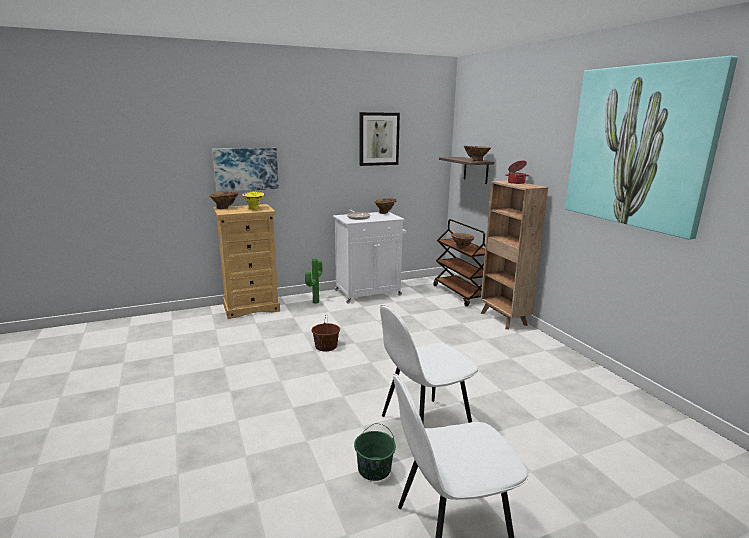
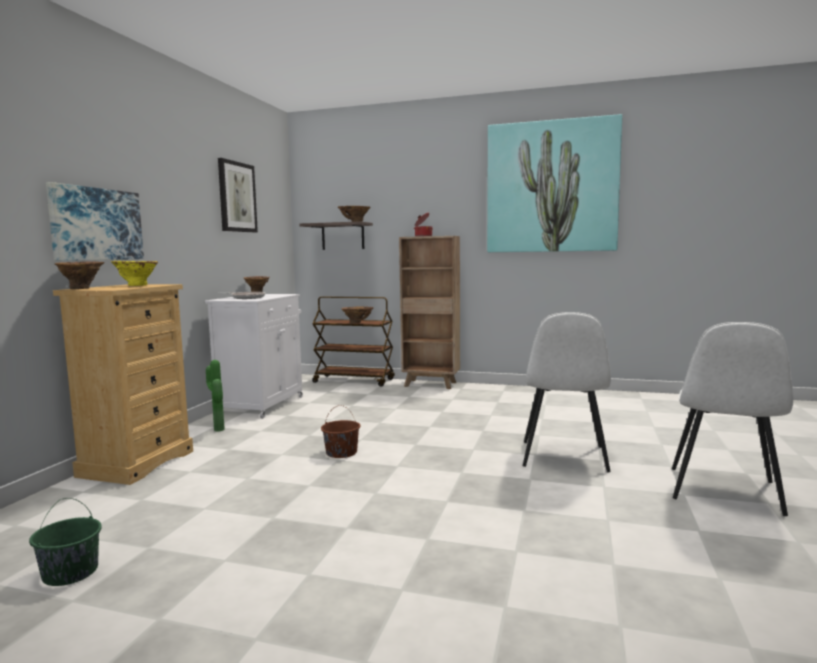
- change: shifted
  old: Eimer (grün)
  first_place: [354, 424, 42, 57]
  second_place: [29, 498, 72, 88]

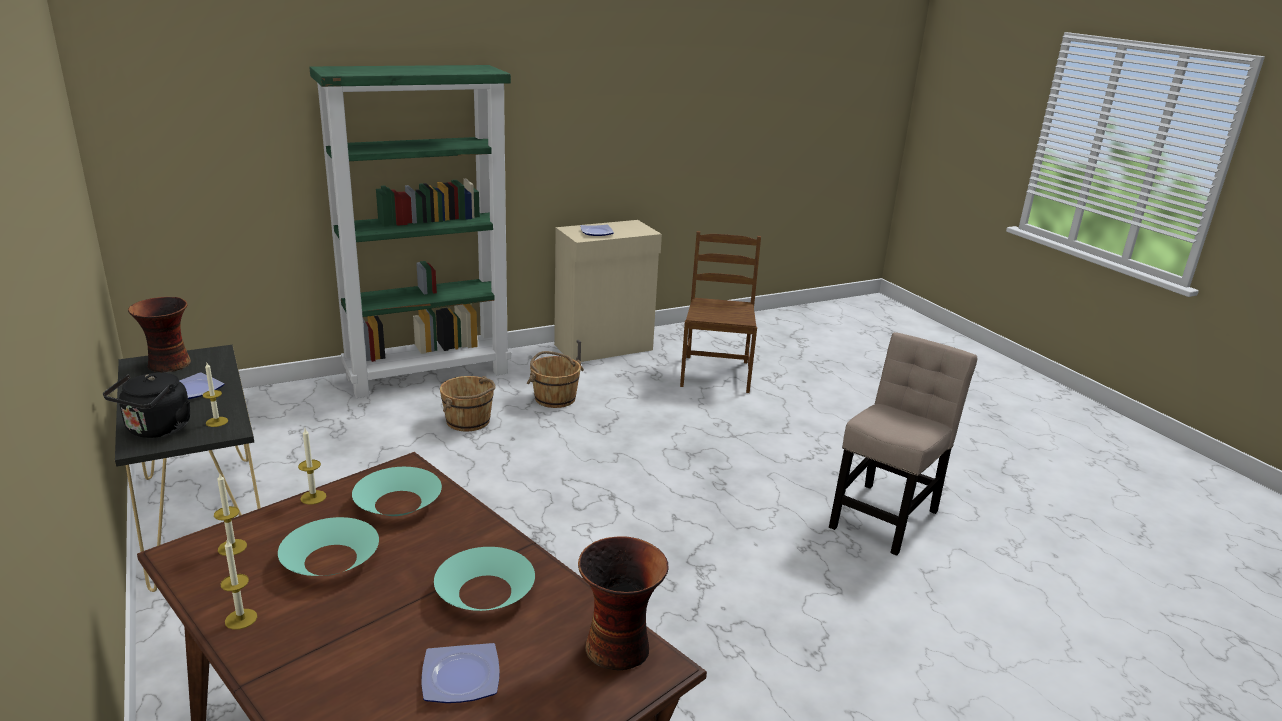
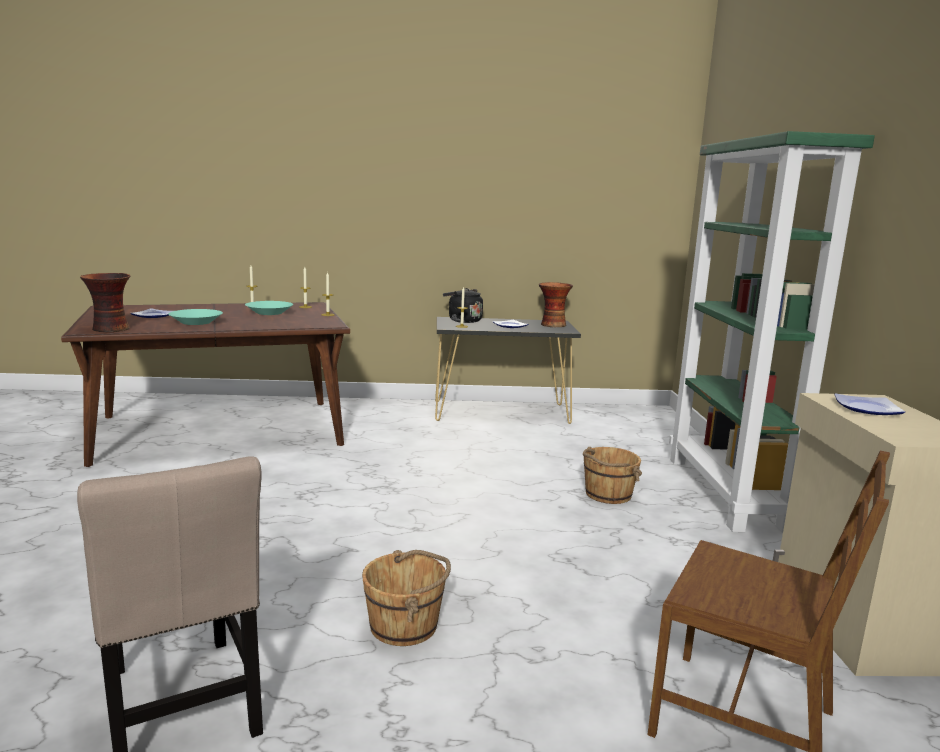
- change: shifted
  old: Eimer (braun)
  first_place: [527, 351, 57, 57]
  second_place: [362, 550, 89, 96]
- change: gone
  old: Schüssel (türkis)
  first_place: [352, 467, 90, 49]

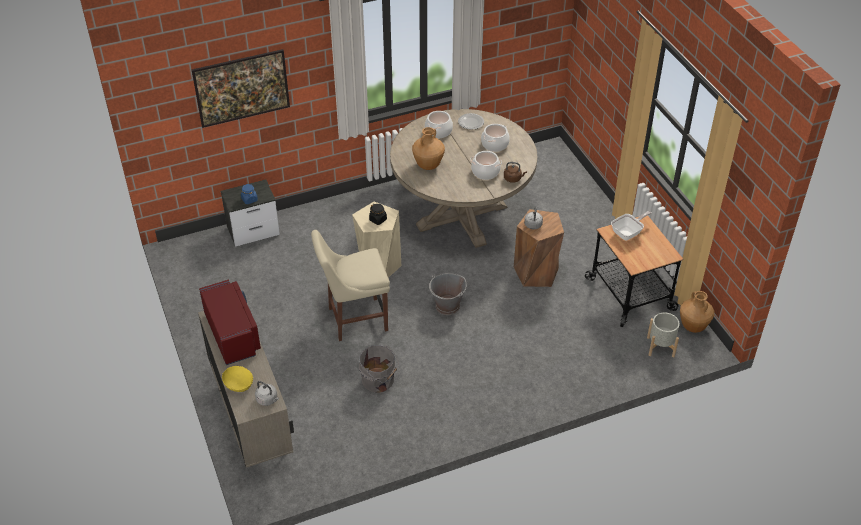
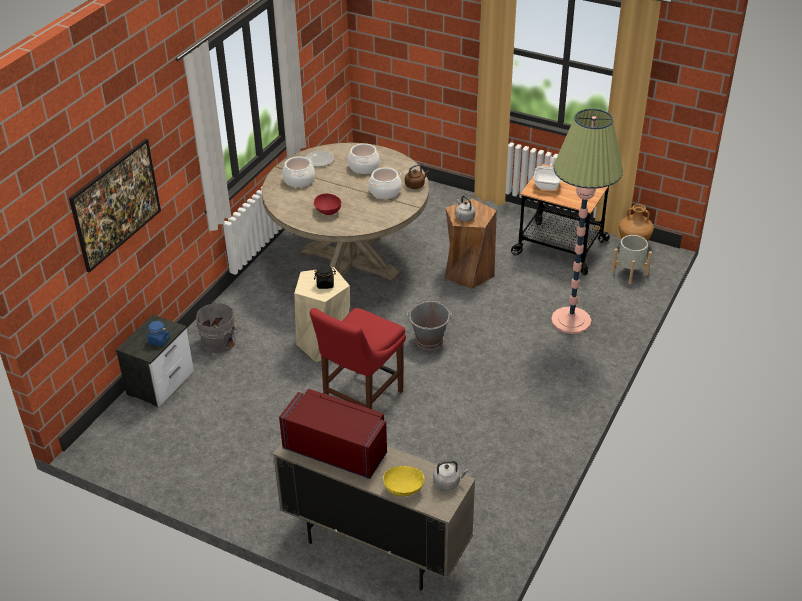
- change: swapped
  old: Vase (braun)
  new: Schüssel (rot)
  first_place: [412, 127, 33, 43]
  second_place: [314, 193, 27, 22]
- change: repainted
  old: Stuhl (beige)
  new: Stuhl (rot)
  first_place: [311, 230, 79, 111]
  second_place: [310, 308, 96, 101]
- change: shifted
  old: Eimer (grau)
  first_place: [359, 345, 40, 48]
  second_place: [196, 302, 40, 51]
- change: new
  new: Stehlampe
  second_place: [551, 109, 72, 225]

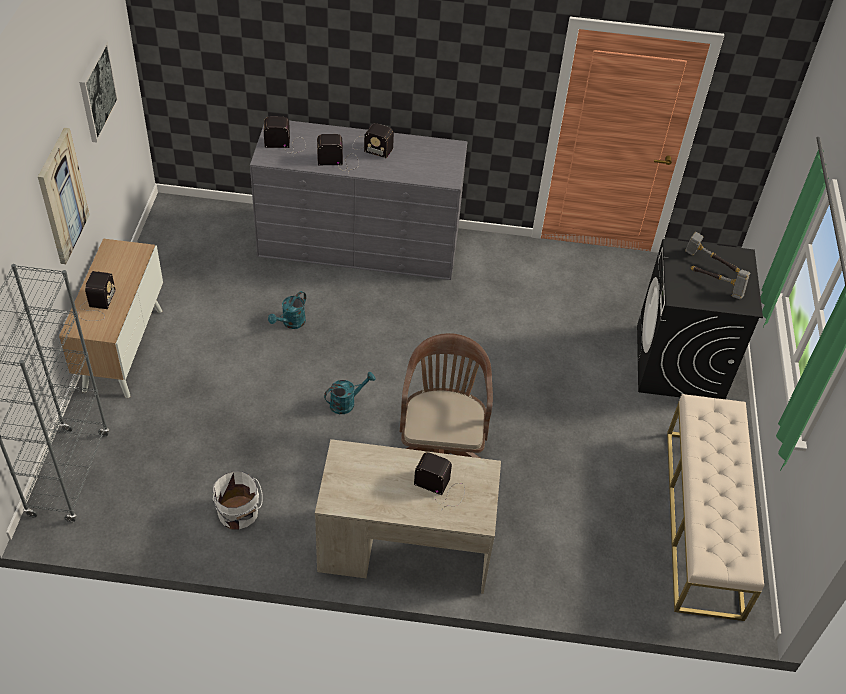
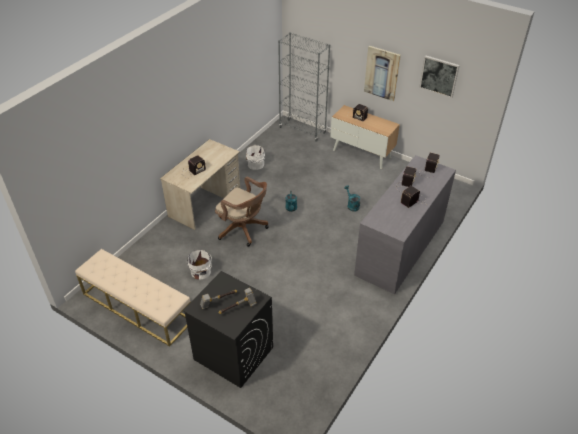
- change: new
  new: Eimer (weiß)
  second_place: [187, 250, 25, 30]

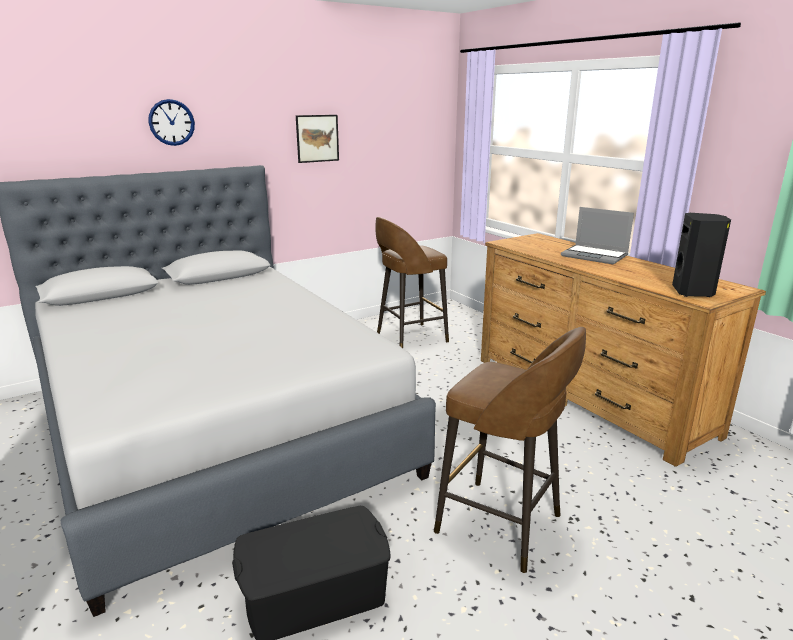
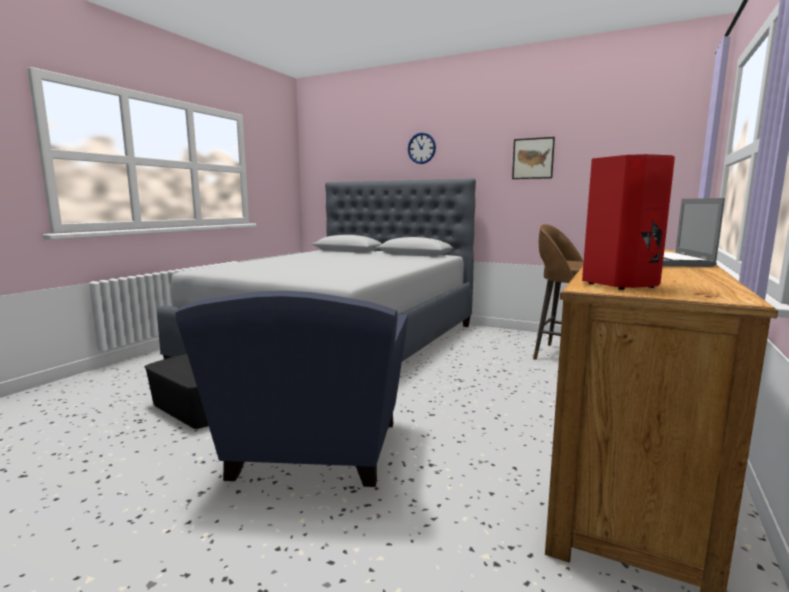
- change: repainted
  old: Lautsprecher (schwarz)
  new: Lautsprecher (rot)
  first_place: [672, 213, 59, 84]
  second_place: [582, 154, 93, 136]
- change: swapped
  old: Hocker (braun)
  new: Sessel (blau)
  first_place: [434, 327, 152, 246]
  second_place: [175, 291, 233, 196]

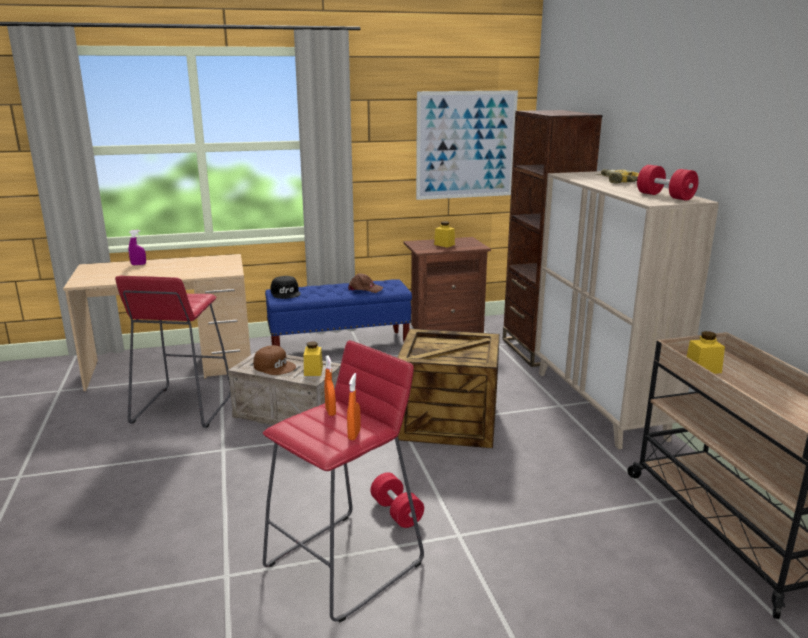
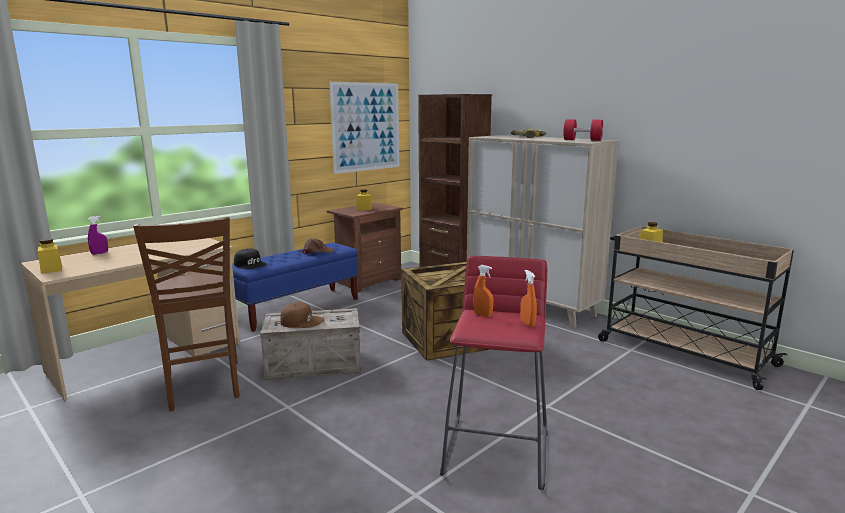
- change: swapped
  old: Hocker (rot)
  new: Stuhl (braun)
  first_place: [115, 276, 116, 152]
  second_place: [133, 217, 107, 194]
- change: shifted
  old: Vorratsglas (gelb)
  first_place: [304, 341, 19, 35]
  second_place: [38, 238, 24, 36]
- change: gone
  old: Hantel (rot)
  first_place: [370, 472, 54, 56]

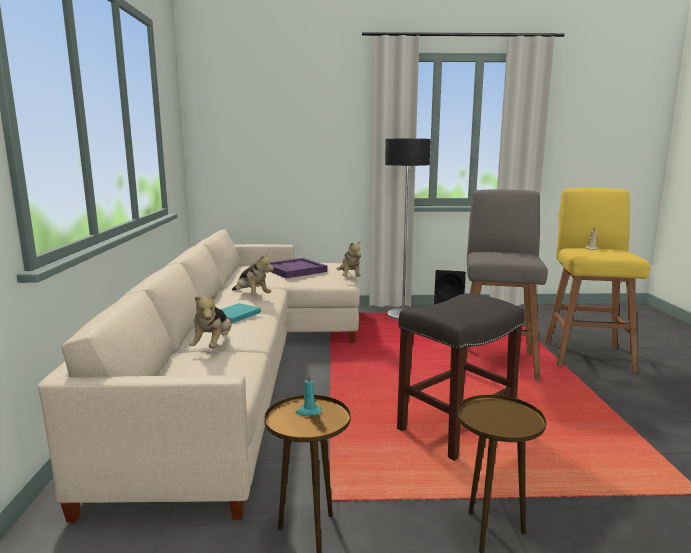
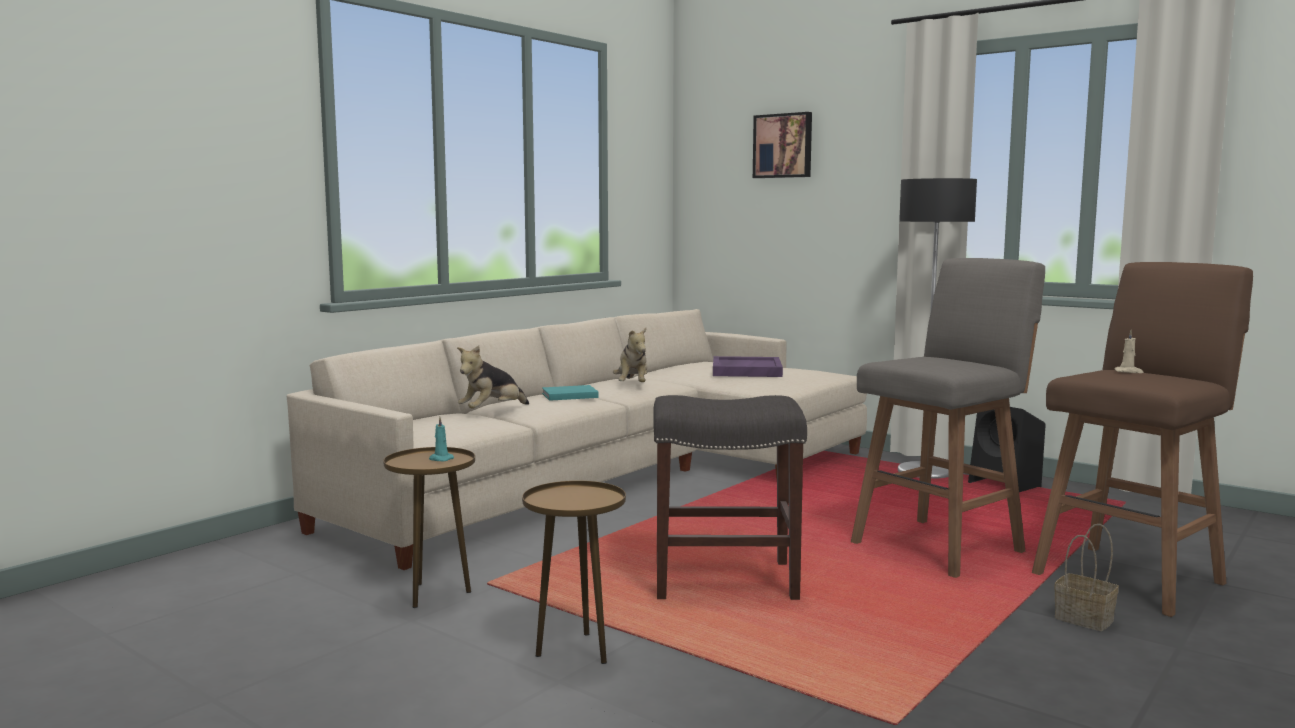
- change: repainted
  old: Hocker (gelb)
  new: Hocker (braun)
  first_place: [545, 188, 105, 185]
  second_place: [1032, 262, 221, 355]
- change: gone
  old: Plüschtier
  first_place: [336, 240, 25, 37]
- change: new
  new: Bild
  second_place: [753, 112, 59, 66]
- change: new
  new: Korb
  second_place: [1054, 524, 65, 107]

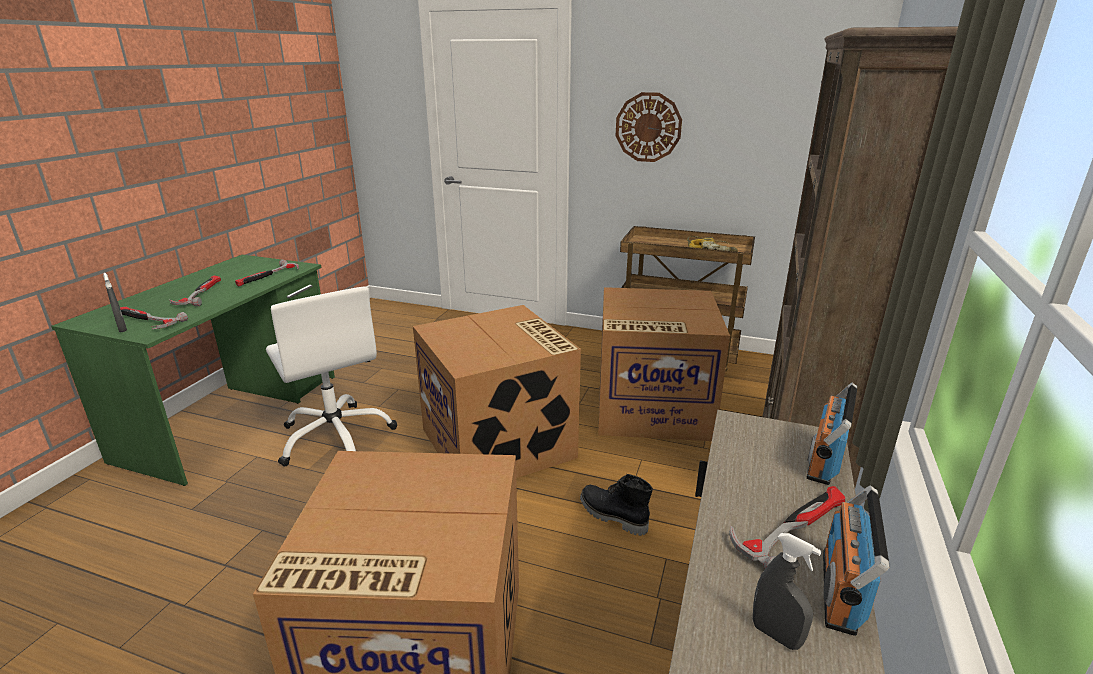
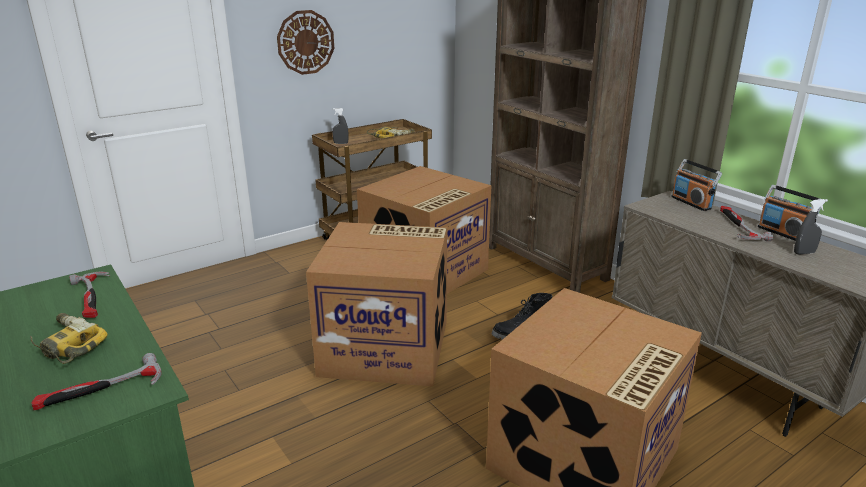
- change: shifted
  old: Sprühflasche (grau)
  first_place: [103, 273, 24, 59]
  second_place: [332, 108, 17, 36]
- change: swapped
  old: Hammer
  new: Bohrmaschine
  first_place: [170, 275, 51, 31]
  second_place: [30, 313, 78, 51]
- change: gone
  old: Bürostuhl (weiß)
  first_place: [266, 286, 131, 181]

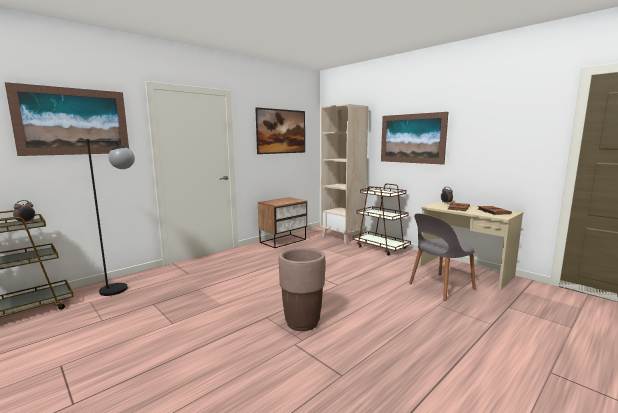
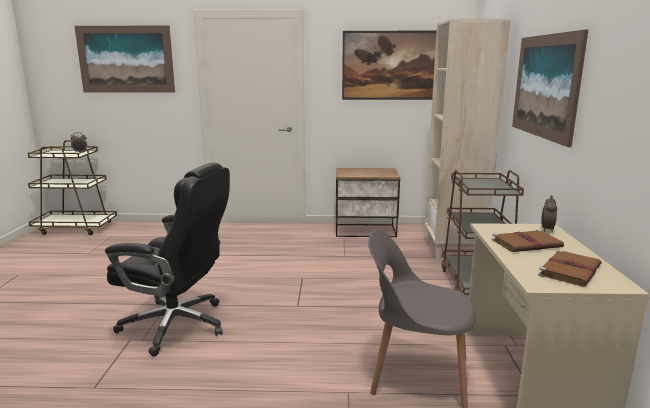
- change: gone
  old: Stehlampe (schwarz)
  first_place: [77, 139, 58, 157]
- change: swapped
  old: Pflanzkübel (braun)
  new: Bürostuhl (schwarz)
  first_place: [279, 247, 46, 84]
  second_place: [105, 162, 125, 195]

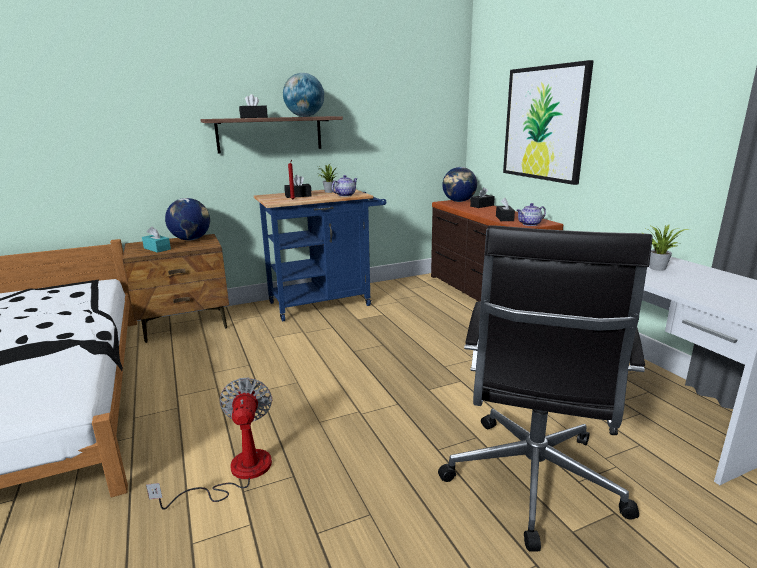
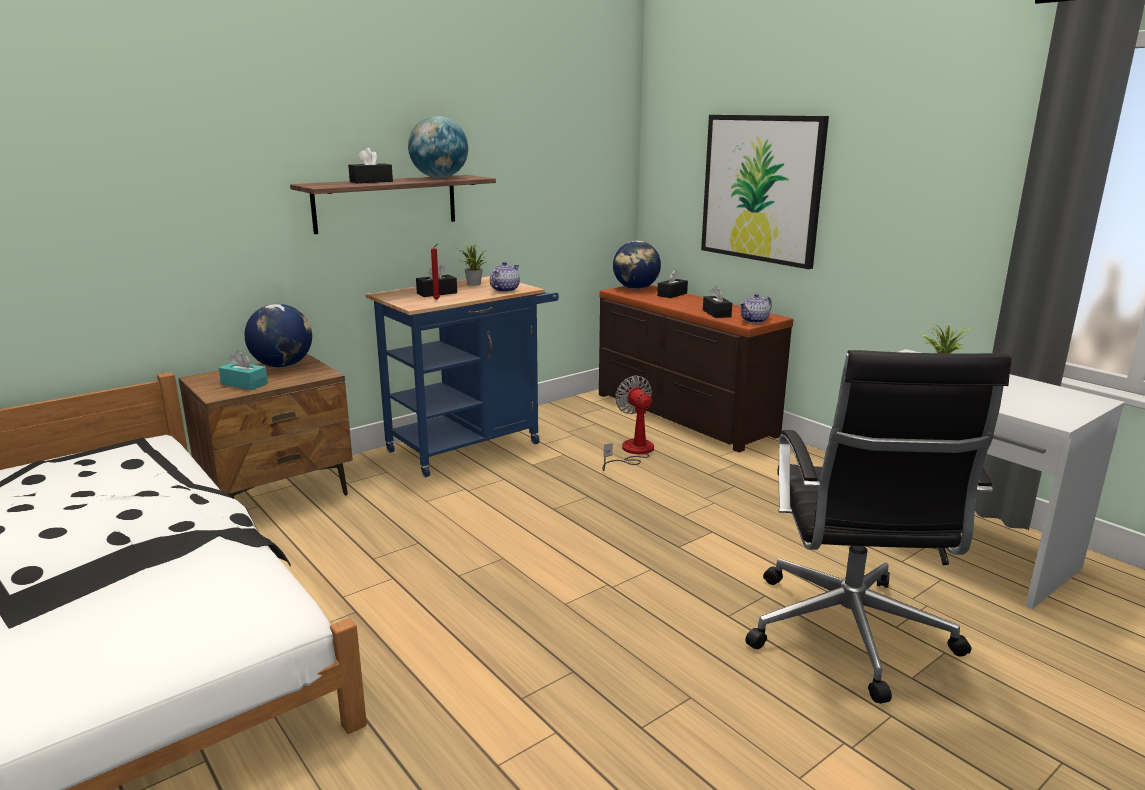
- change: shifted
  old: Ventilator
  first_place: [146, 377, 126, 133]
  second_place: [602, 376, 52, 95]

